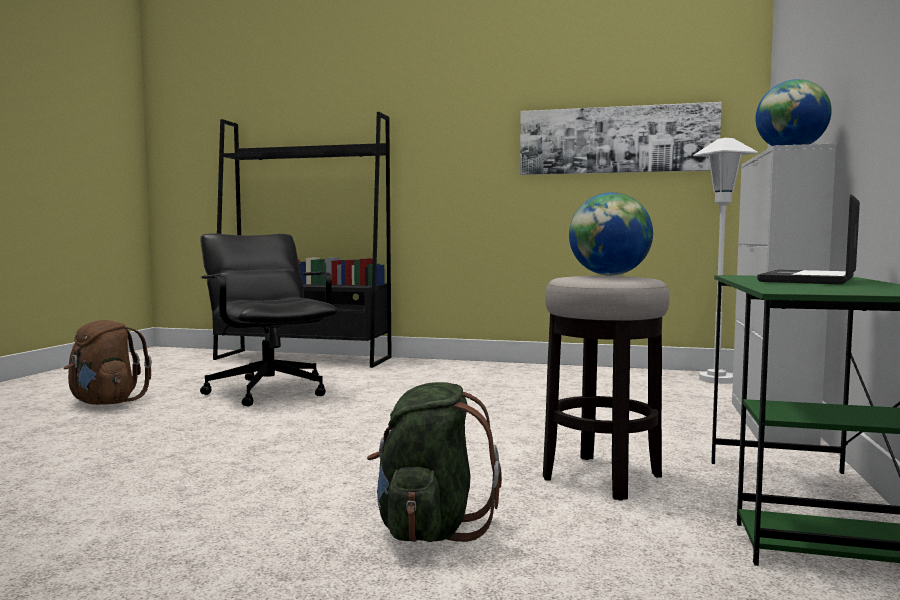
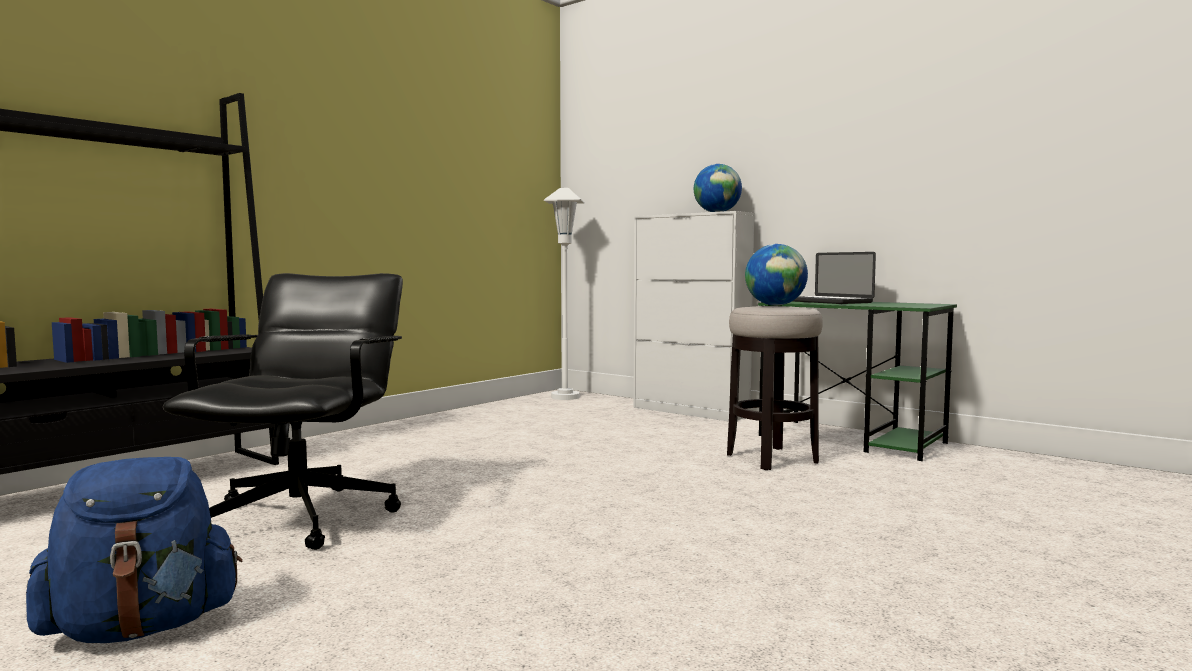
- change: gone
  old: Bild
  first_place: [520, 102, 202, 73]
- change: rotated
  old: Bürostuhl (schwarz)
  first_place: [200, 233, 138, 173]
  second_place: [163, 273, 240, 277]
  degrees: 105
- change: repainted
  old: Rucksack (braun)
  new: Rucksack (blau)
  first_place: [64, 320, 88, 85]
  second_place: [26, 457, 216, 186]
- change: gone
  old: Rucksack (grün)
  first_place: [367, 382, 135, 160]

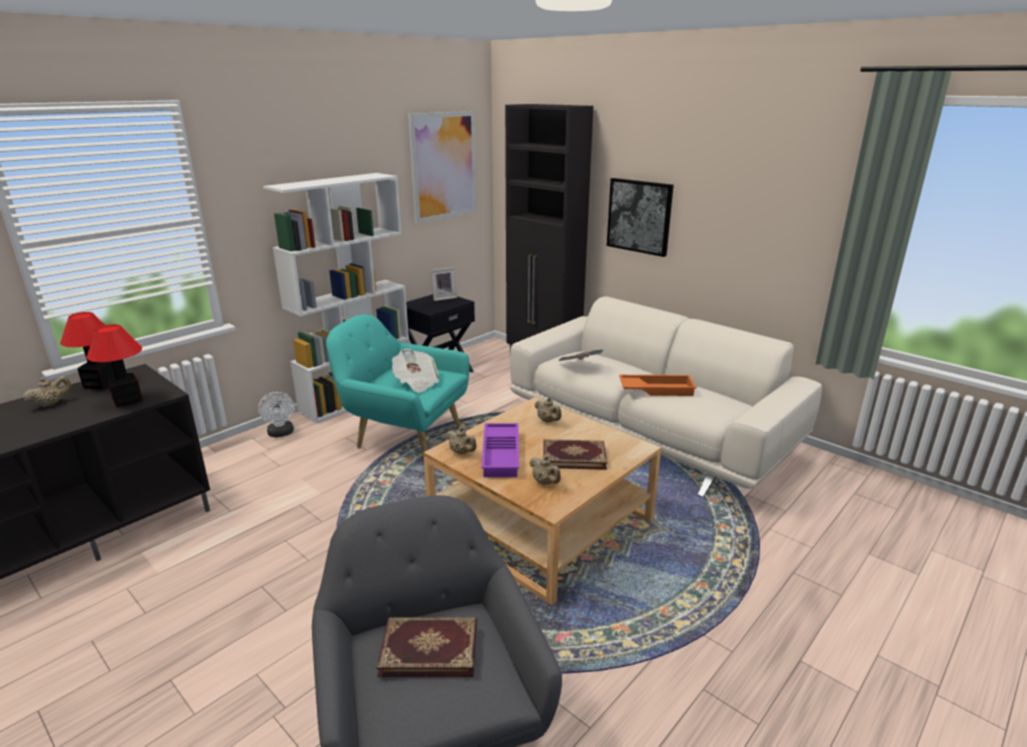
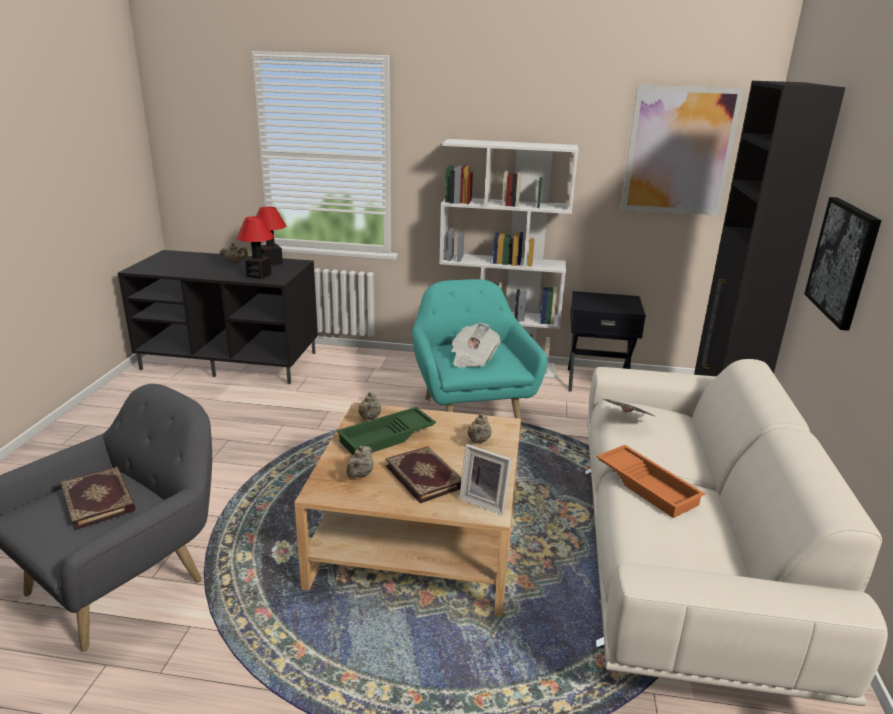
- change: shifted
  old: Bilderrahmen
  first_place: [431, 267, 26, 34]
  second_place: [459, 444, 52, 71]
- change: gone
  old: Ventilator (weiß)
  first_place: [258, 392, 37, 45]
- change: repainted
  old: Tablett (lila)
  new: Tablett (grün)
  first_place: [481, 423, 38, 54]
  second_place: [336, 407, 100, 48]

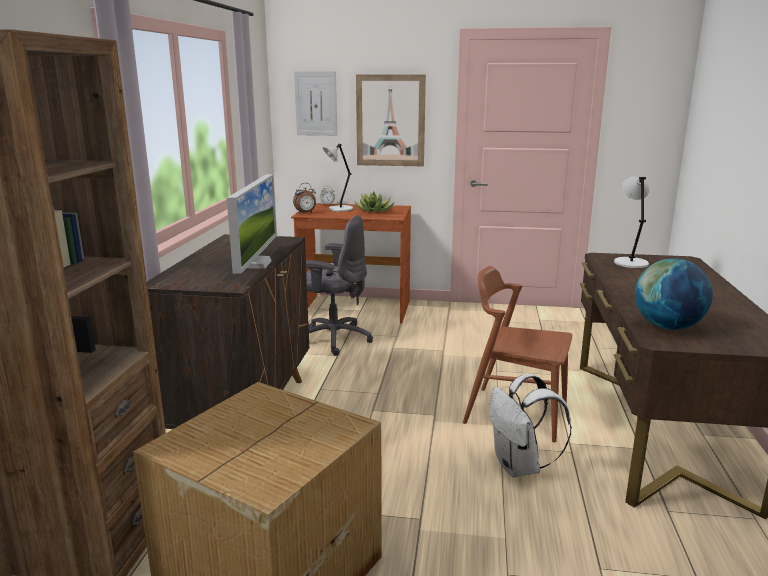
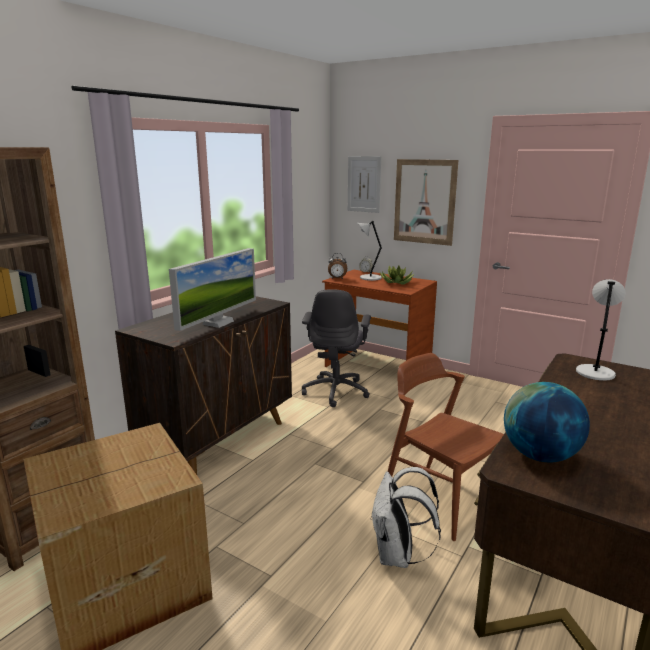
- change: rotated
  old: Bürostuhl (grau)
  first_place: [306, 215, 67, 141]
  second_place: [302, 289, 69, 118]
  degrees: 60

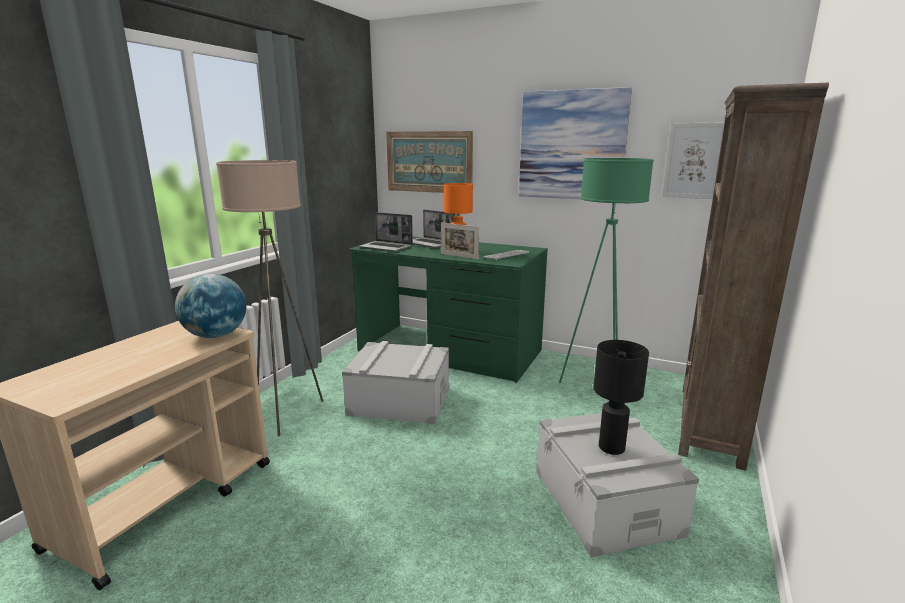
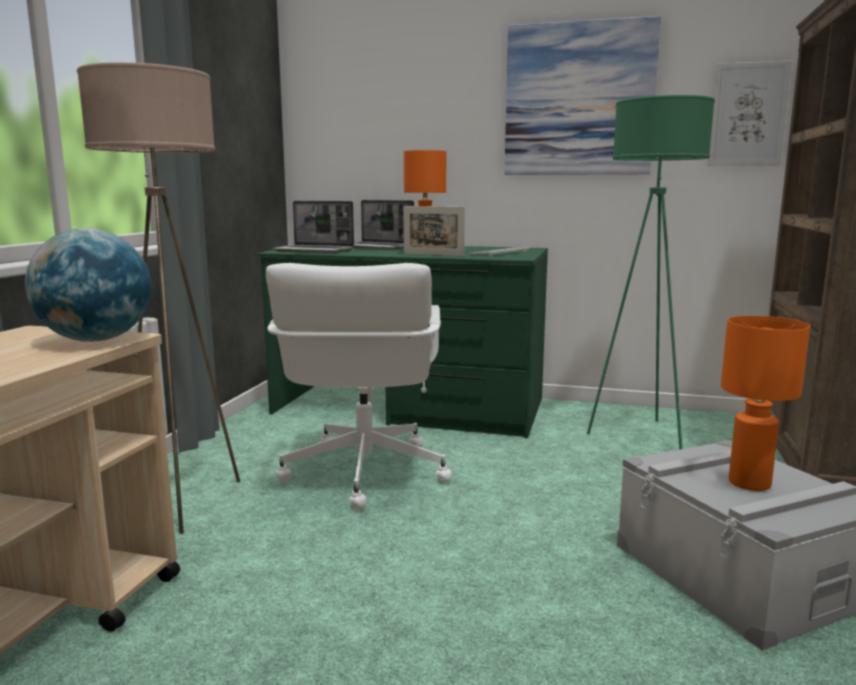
- change: gone
  old: Bild
  first_place: [386, 131, 87, 62]
- change: repainted
  old: Tischlampe (schwarz)
  new: Tischlampe (orange)
  first_place: [593, 340, 56, 115]
  second_place: [721, 316, 89, 175]
- change: swapped
  old: Aufbewahrungsbox (grau)
  new: Bürostuhl (weiß)
  first_place: [342, 341, 107, 83]
  second_place: [266, 263, 186, 246]

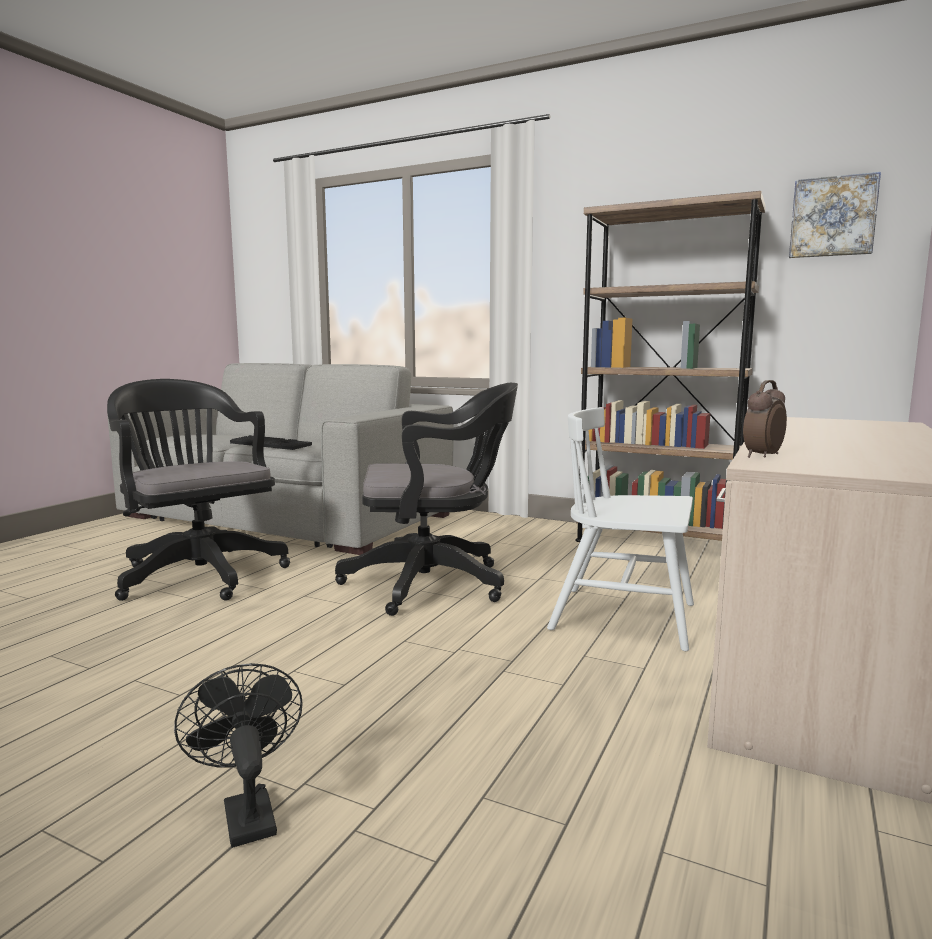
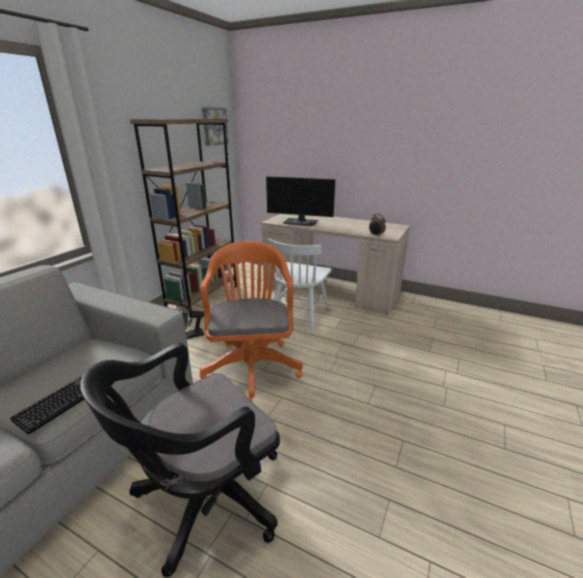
- change: repainted
  old: Bürostuhl (schwarz)
  new: Bürostuhl (orange)
  first_place: [335, 383, 183, 233]
  second_place: [199, 241, 104, 160]
- change: shifted
  old: Ventilator (schwarz)
  first_place: [174, 663, 129, 185]
  second_place: [176, 299, 28, 40]
- change: new
  new: Monitor
  second_place: [266, 176, 69, 50]

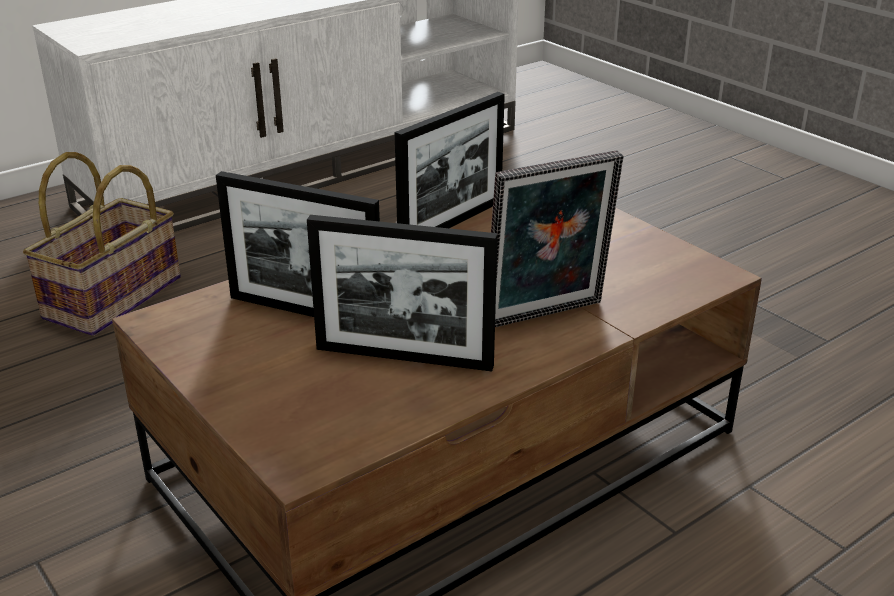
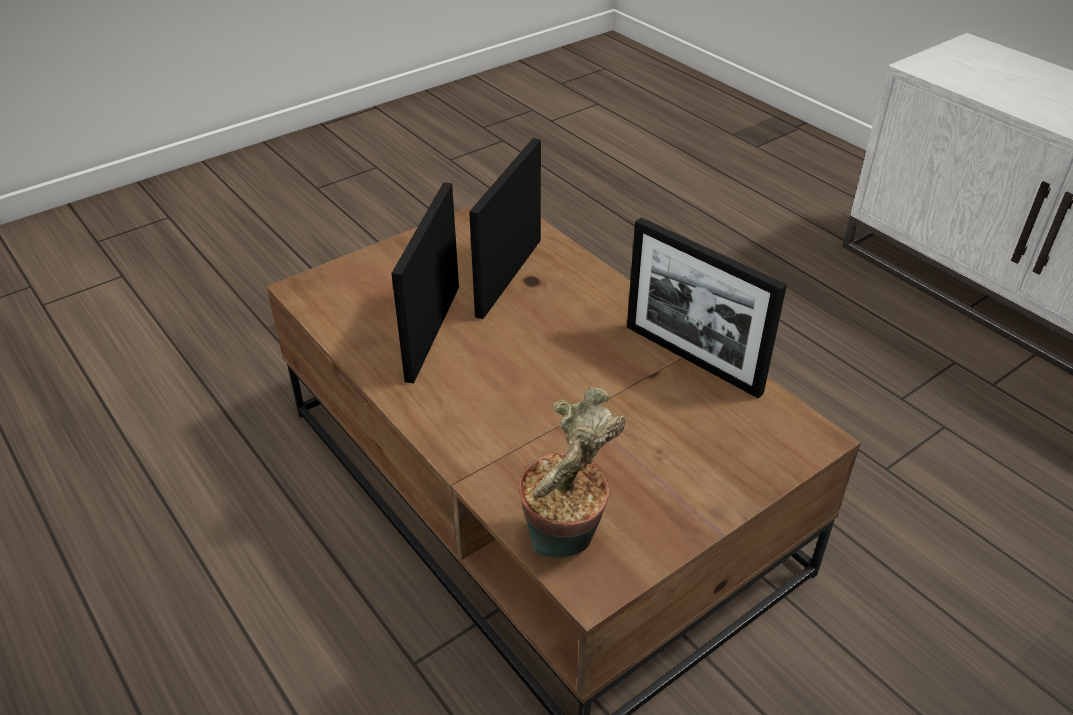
- change: gone
  old: Bilderrahmen
  first_place: [491, 150, 132, 177]
- change: gone
  old: Korb
  first_place: [23, 152, 158, 184]
- change: new
  new: Topfpflanze
  second_place: [519, 387, 107, 171]

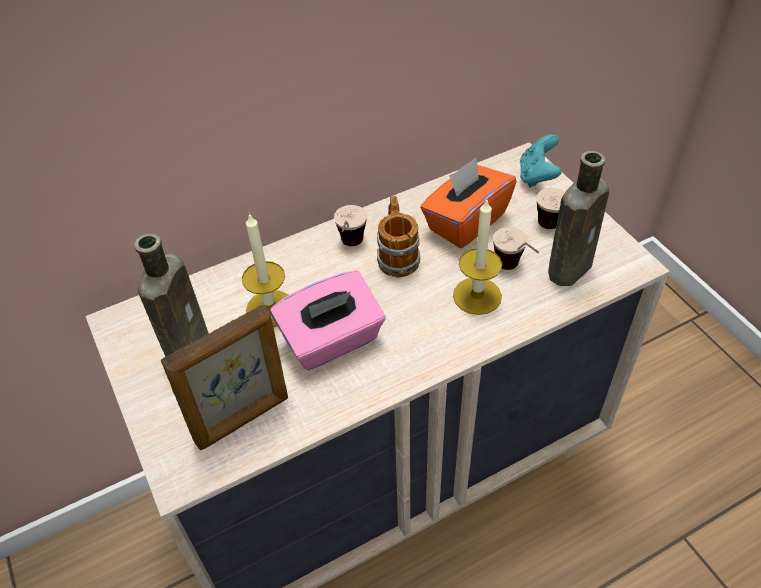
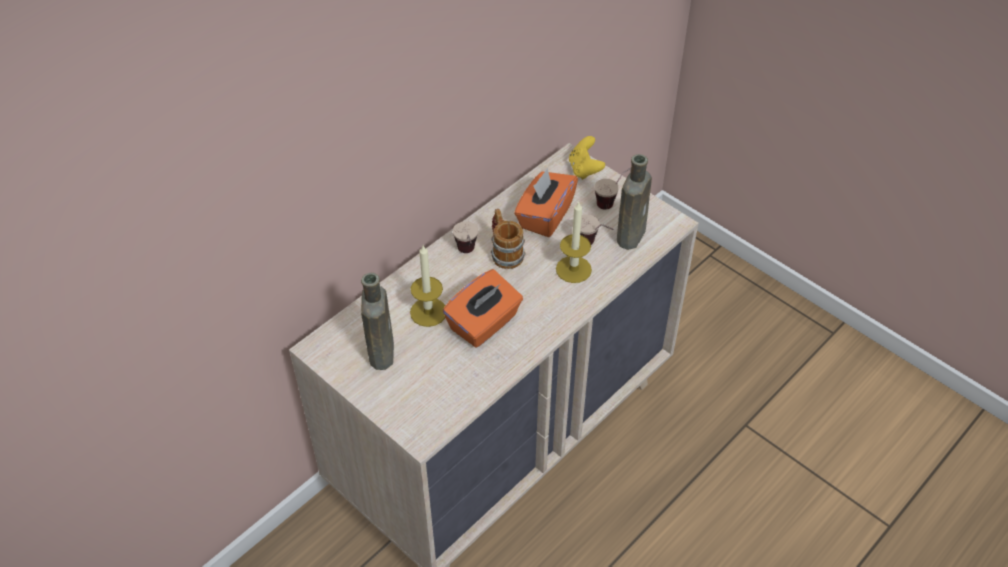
- change: repainted
  old: Gamepad (türkis)
  new: Gamepad (gelb)
  first_place: [520, 134, 42, 53]
  second_place: [569, 136, 36, 44]
- change: repainted
  old: Taschentuchbox (rosa)
  new: Taschentuchbox (orange)
  first_place: [270, 271, 115, 99]
  second_place: [443, 269, 80, 79]
- change: gone
  old: Bilderrahmen
  first_place: [161, 305, 127, 145]

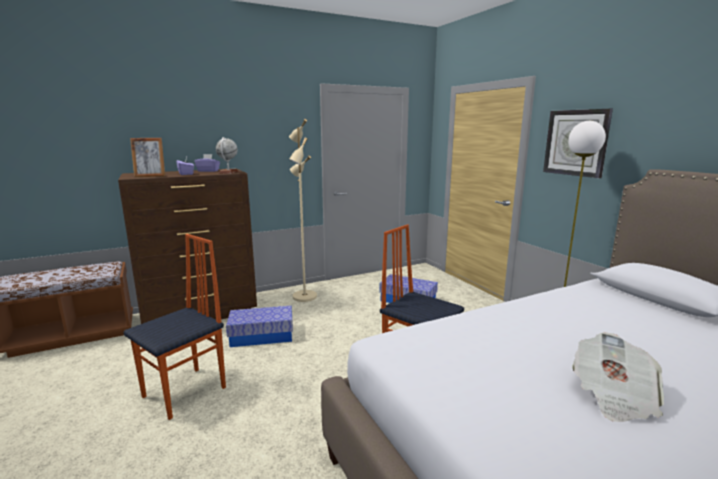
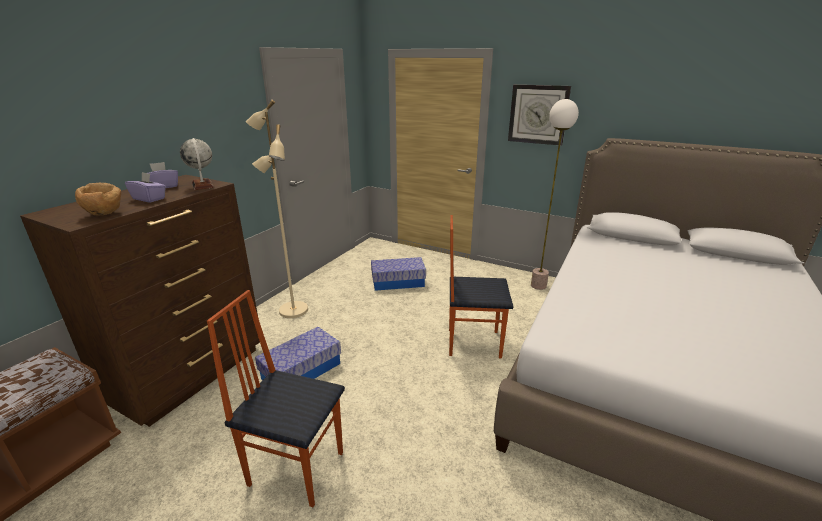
- change: swapped
  old: Bilderrahmen
  new: Schüssel (braun)
  first_place: [130, 138, 35, 39]
  second_place: [75, 183, 46, 32]
- change: rotated
  old: Stuhl
  first_place: [123, 234, 103, 186]
  second_place: [207, 290, 138, 217]
  degrees: -75
- change: gone
  old: Zeitung
  first_place: [572, 332, 92, 90]

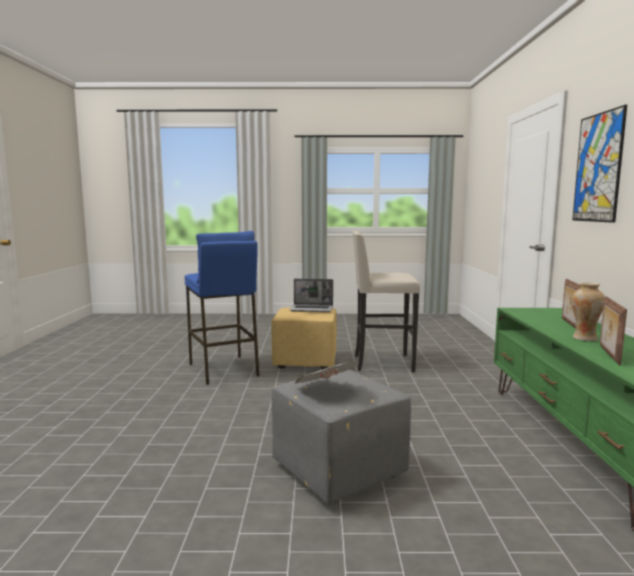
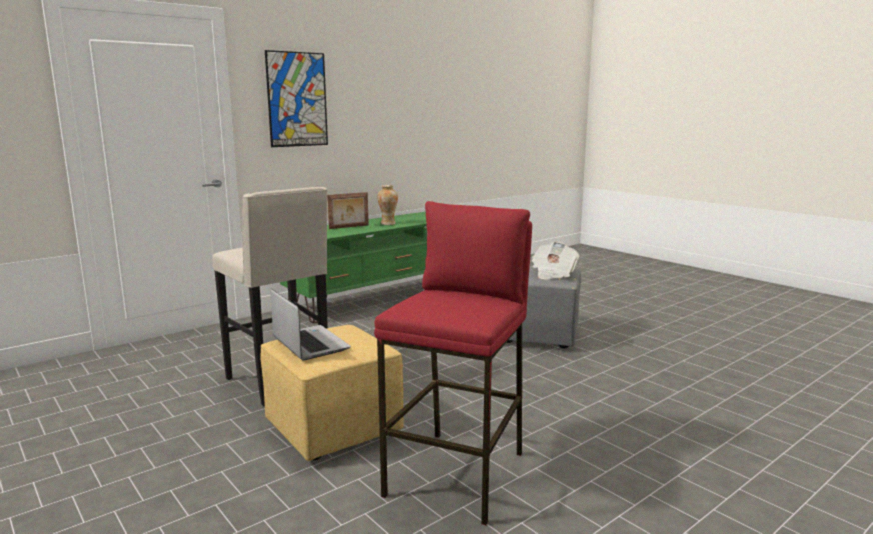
- change: repainted
  old: Hocker (blau)
  new: Hocker (rot)
  first_place: [184, 231, 75, 154]
  second_place: [374, 201, 158, 324]
- change: gone
  old: Bilderrahmen
  first_place: [600, 297, 27, 69]

